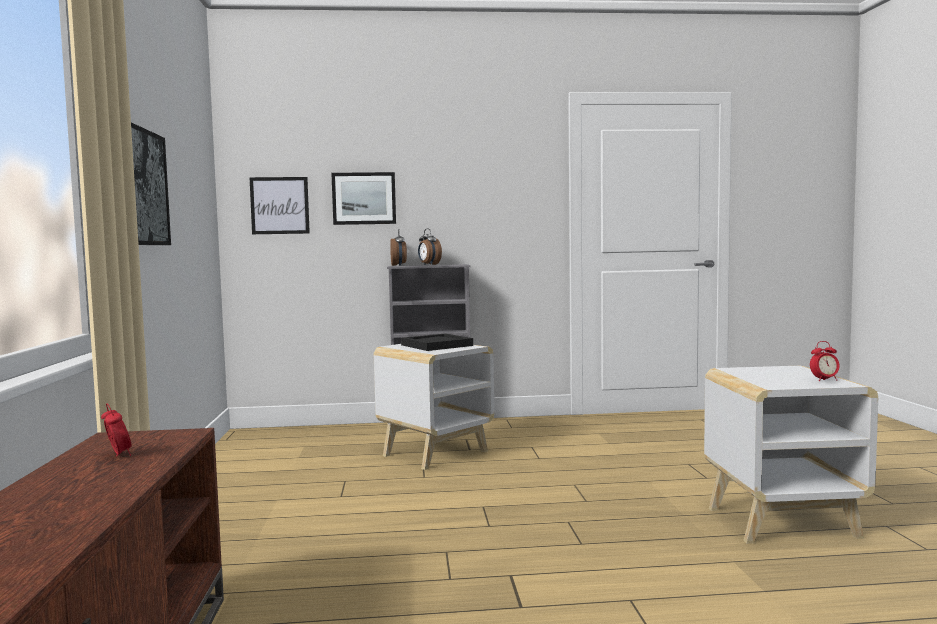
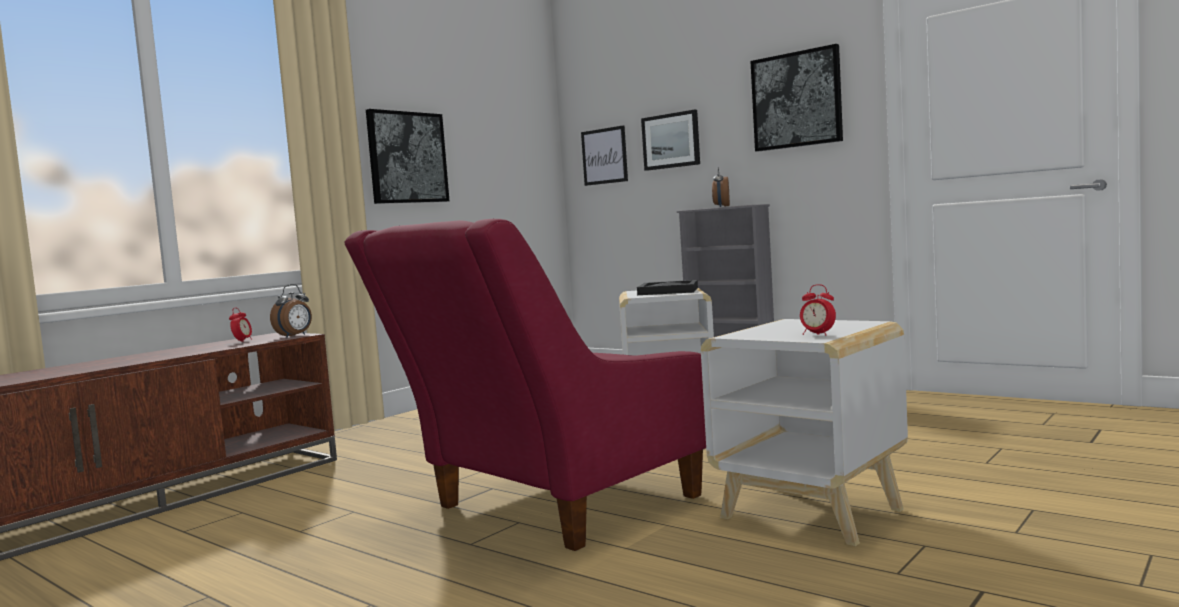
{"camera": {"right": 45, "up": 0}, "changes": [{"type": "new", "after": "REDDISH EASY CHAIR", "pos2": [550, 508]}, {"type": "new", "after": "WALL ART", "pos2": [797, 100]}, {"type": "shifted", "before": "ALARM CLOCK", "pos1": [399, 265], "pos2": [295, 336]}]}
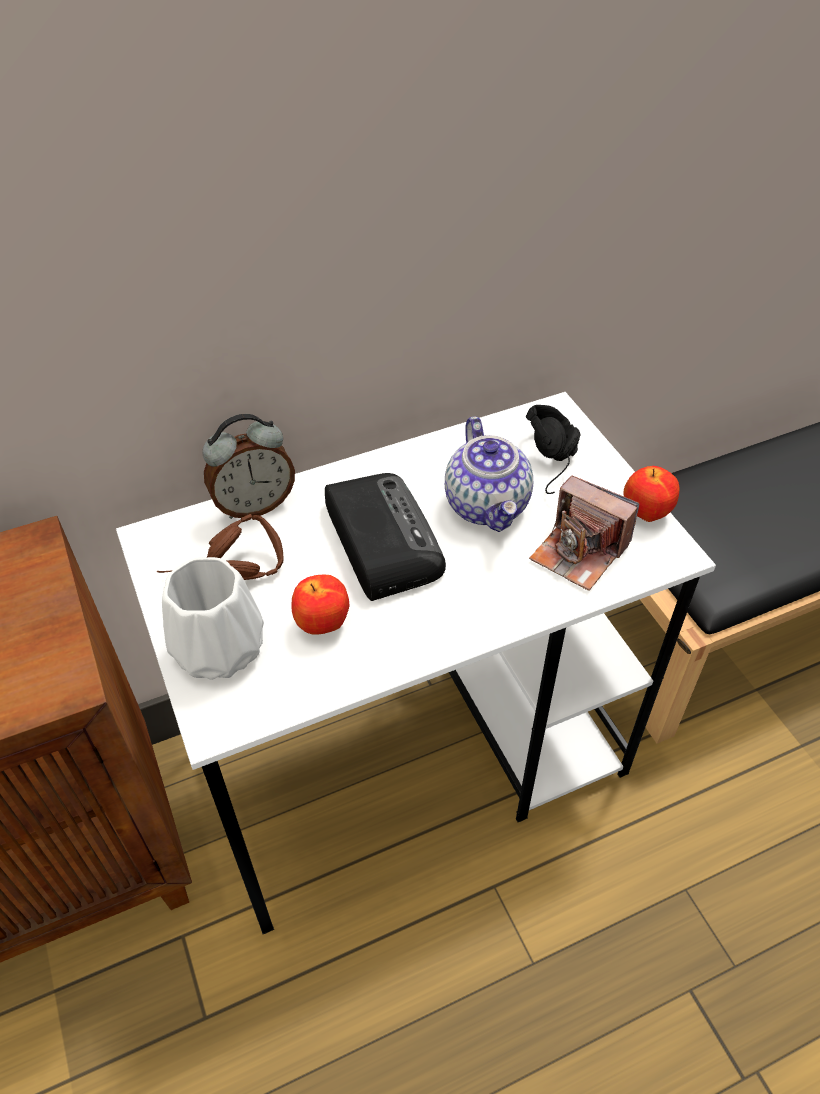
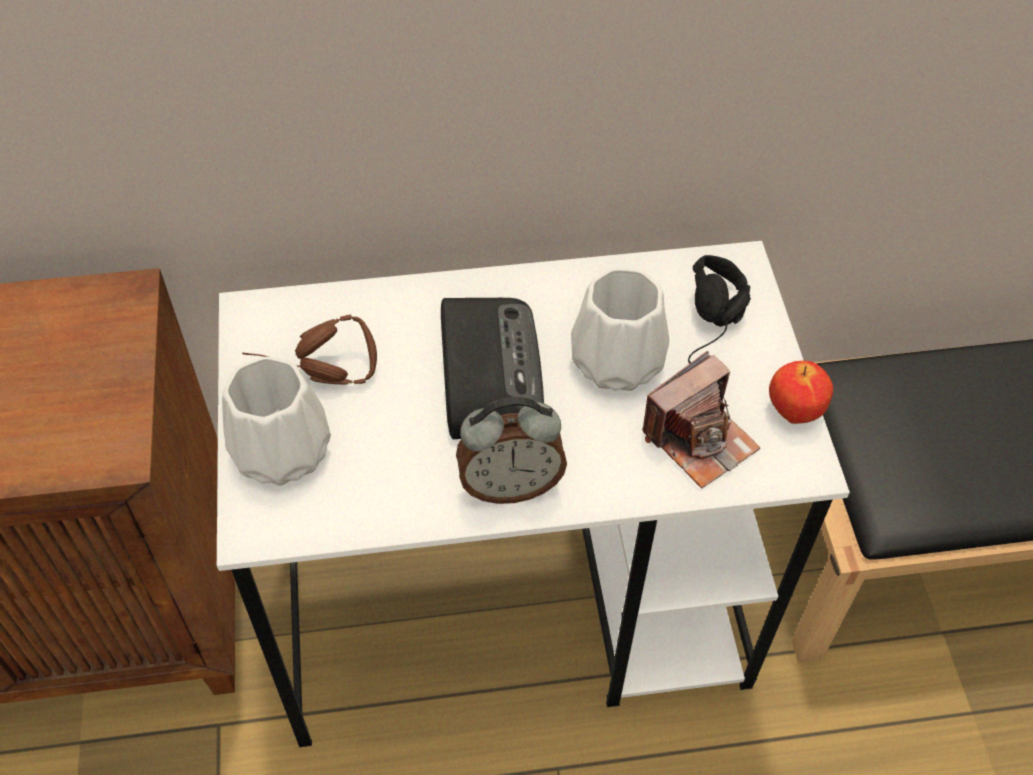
{"camera": {"right": 15, "up": 5}, "changes": [{"type": "gone", "before": "APPLE", "pos1": [322, 625]}, {"type": "shifted", "before": "ALARM CLOCK", "pos1": [254, 505], "pos2": [510, 485]}, {"type": "swapped", "before": "TEA POT", "after": "WHITE VASE", "pos1": [488, 505], "pos2": [619, 360]}, {"type": "rotated", "before": "STILL CAMERA", "pos1": [579, 552], "pos2": [699, 439], "turn": -90}]}
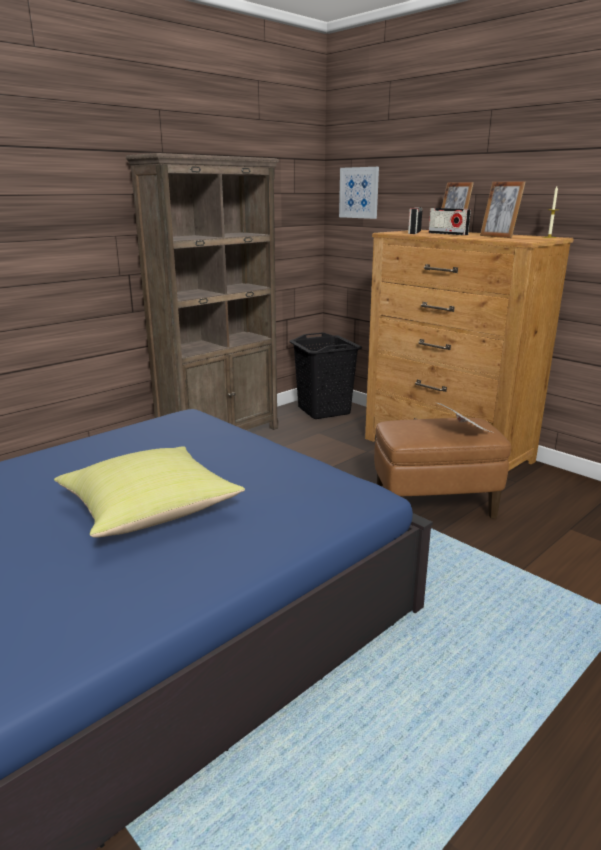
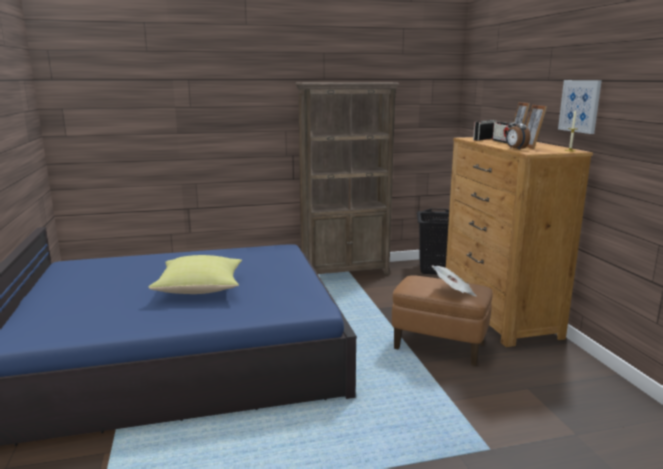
{"camera": {"right": 30, "up": -5}, "changes": [{"type": "new", "after": "ALARM CLOCK", "pos2": [515, 149]}, {"type": "shifted", "before": "WALL ART", "pos1": [359, 192], "pos2": [580, 106]}]}
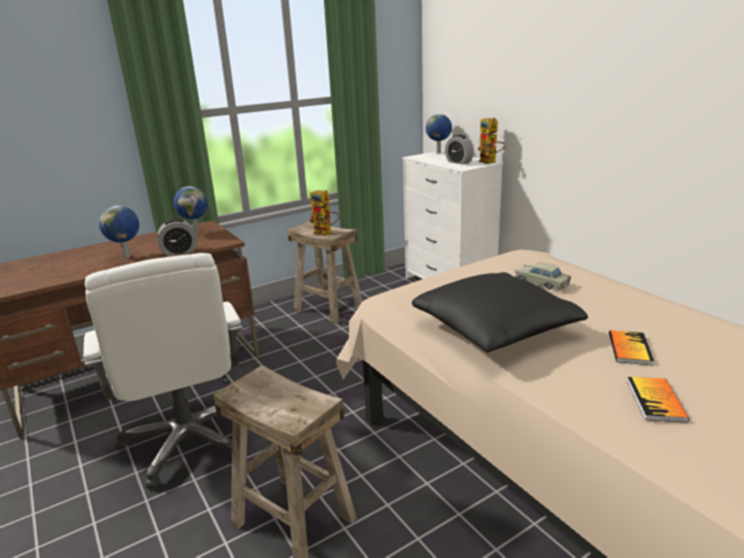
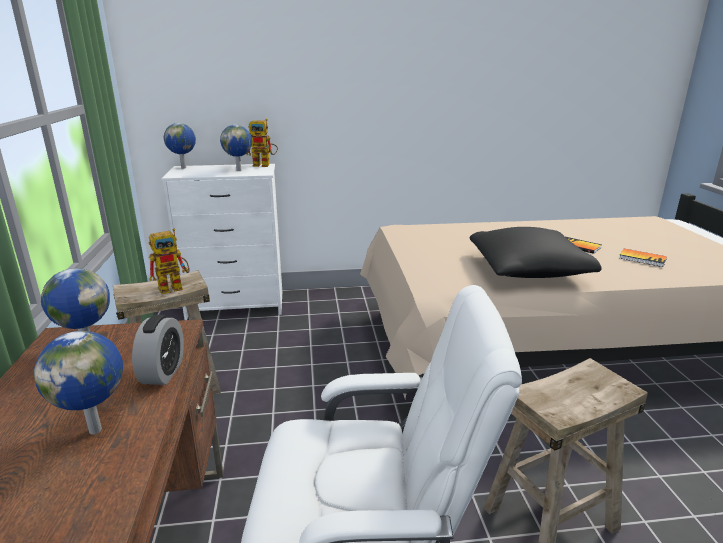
{"camera": {"right": -65, "up": 0}, "changes": [{"type": "gone", "before": "SAND-COLOURED MODEL CAR", "pos1": [541, 283]}, {"type": "swapped", "before": "ALARM CLOCK", "after": "DESK GLOBE", "pos1": [459, 162], "pos2": [239, 170]}]}
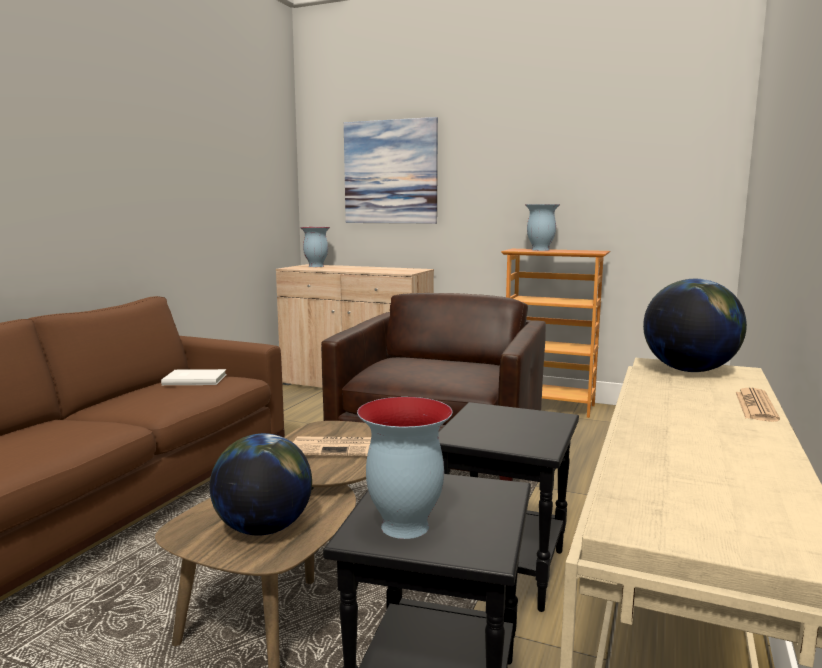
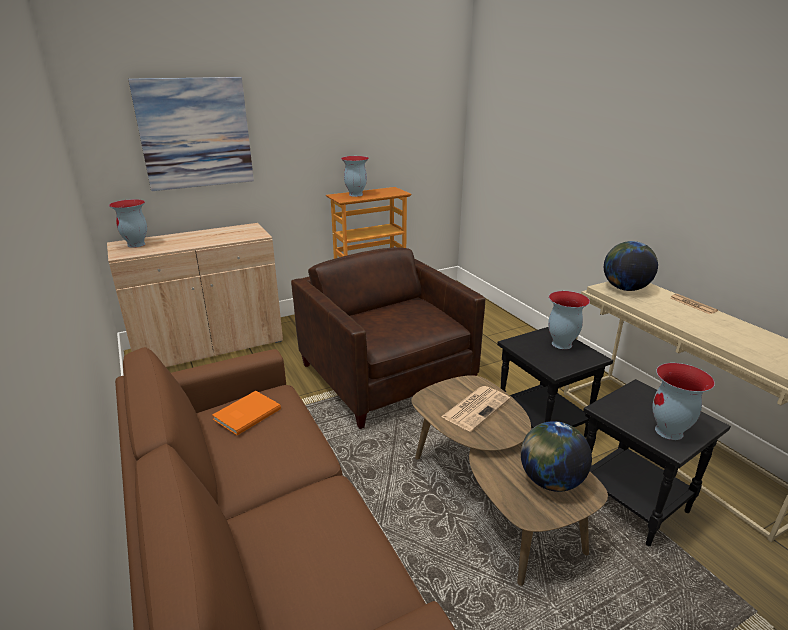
{"camera": {"right": -50, "up": 15}, "changes": [{"type": "new", "after": "VASE", "pos2": [561, 344]}, {"type": "repainted", "before": "WHITE BOUND BOOK", "after": "ORANGEY BOUND BOOK", "pos1": [194, 379], "pos2": [245, 414]}]}
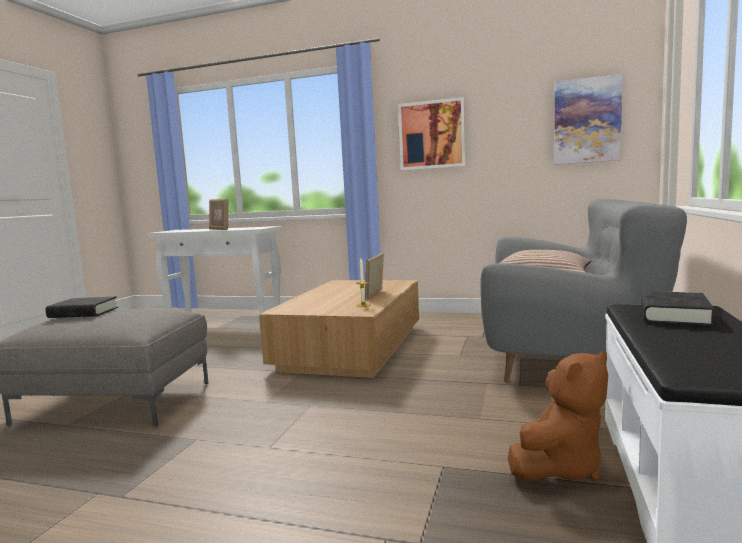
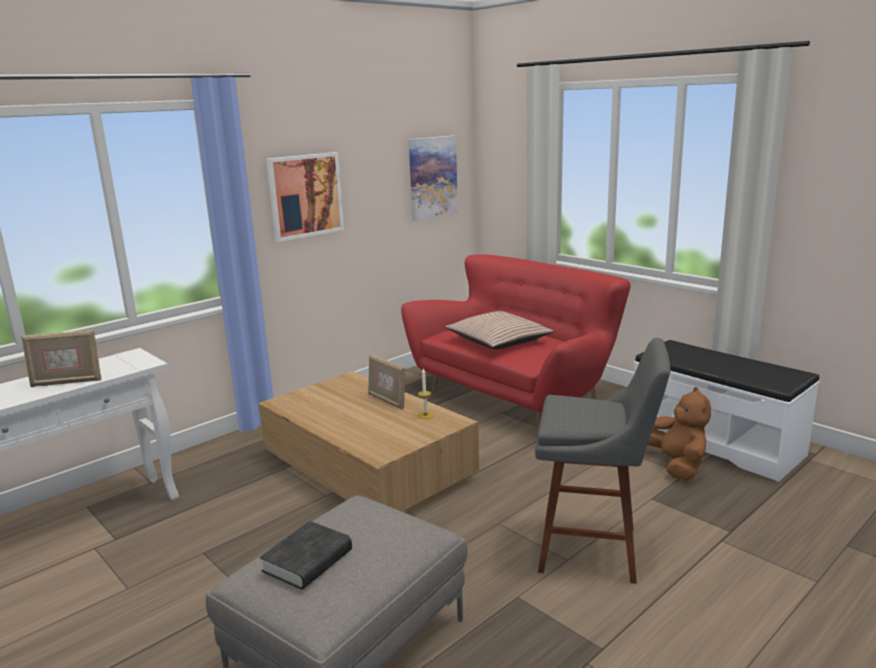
{"camera": {"right": -60, "up": 10}, "changes": [{"type": "gone", "before": "BLACK BOUND BOOK", "pos1": [673, 315]}, {"type": "new", "after": "GREY STOOL", "pos2": [595, 550]}, {"type": "repainted", "before": "GREY SOFA", "after": "REDDISH SOFA", "pos1": [569, 354], "pos2": [516, 396]}]}
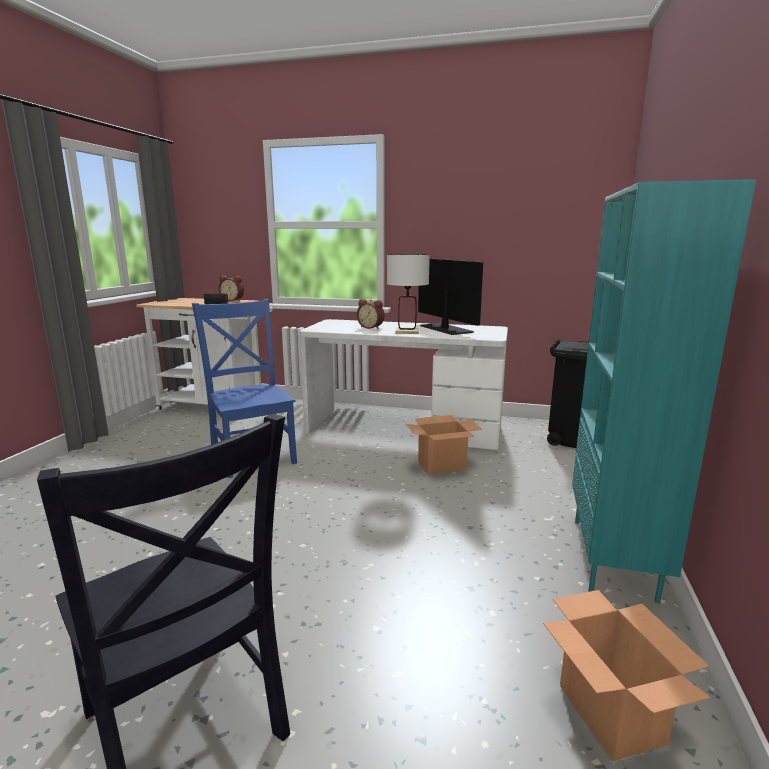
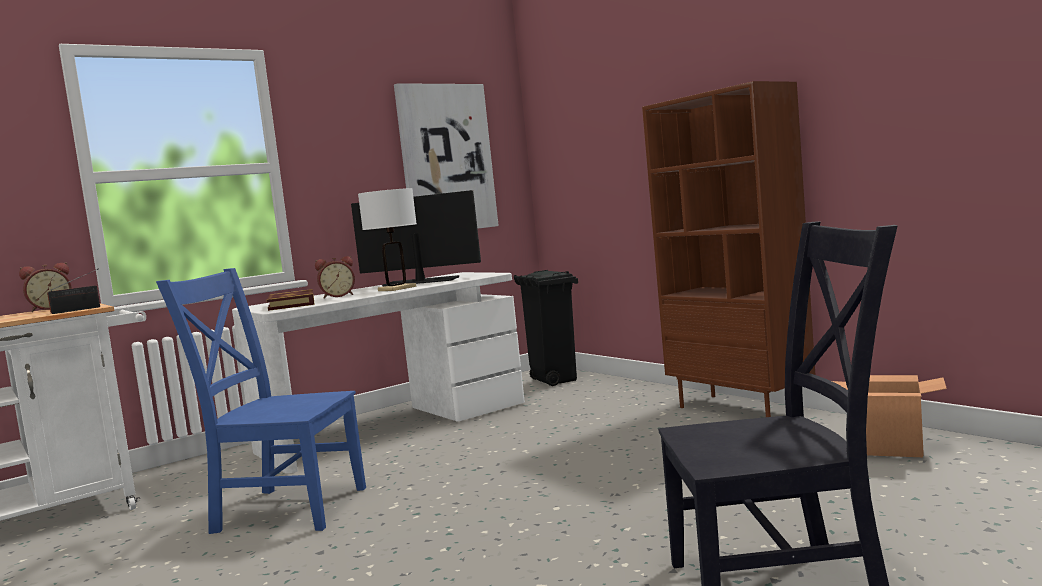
{"camera": {"right": -50, "up": -10}, "changes": [{"type": "gone", "before": "CARTON", "pos1": [442, 465]}, {"type": "new", "after": "BOUND BOOK", "pos2": [292, 304]}, {"type": "new", "after": "WALL ART", "pos2": [446, 158]}, {"type": "repainted", "before": "TURQUOISE BOOKSHELF", "after": "BROWN BOOKSHELF", "pos1": [614, 558], "pos2": [741, 409]}]}
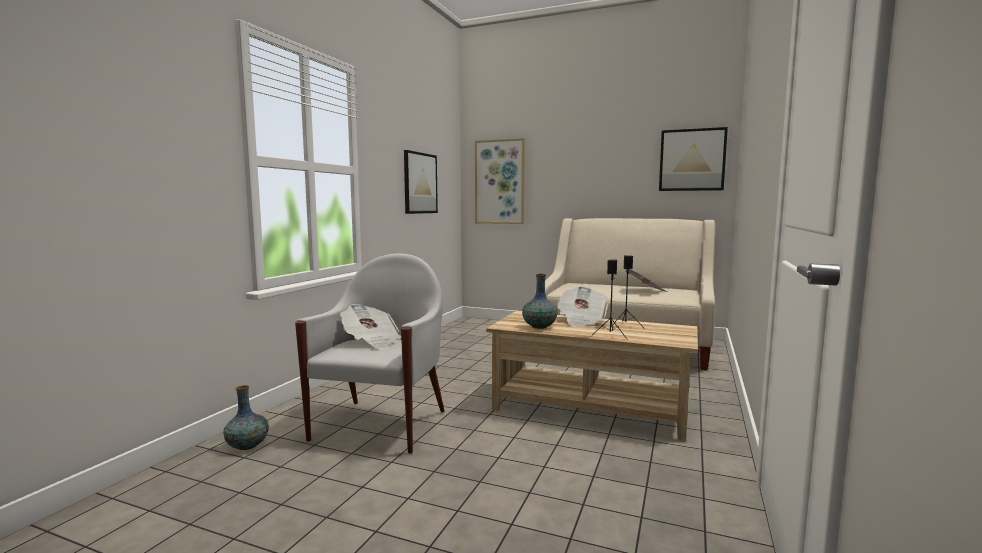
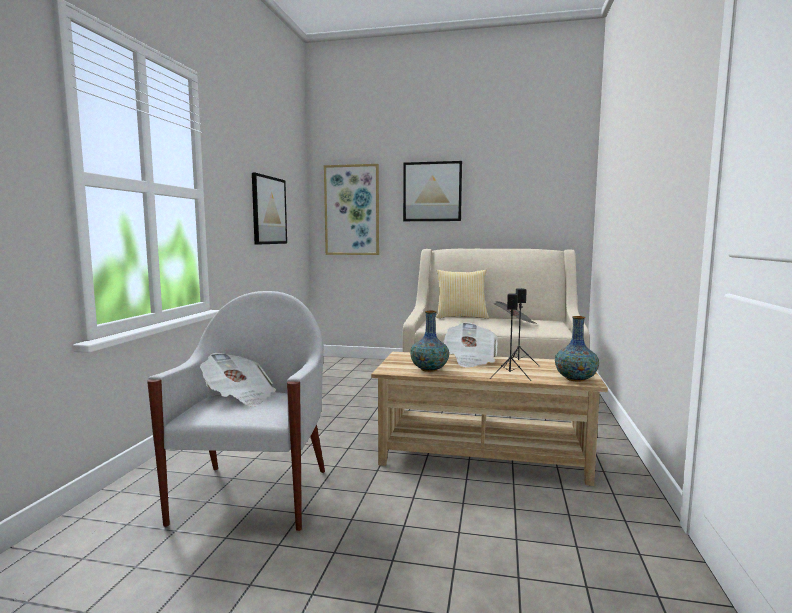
{"camera": {"right": -10, "up": 0}, "changes": [{"type": "new", "after": "PILLOW", "pos2": [461, 317]}, {"type": "shifted", "before": "VASE", "pos1": [247, 446], "pos2": [575, 379]}, {"type": "shifted", "before": "WALL ART", "pos1": [692, 160], "pos2": [432, 191]}]}
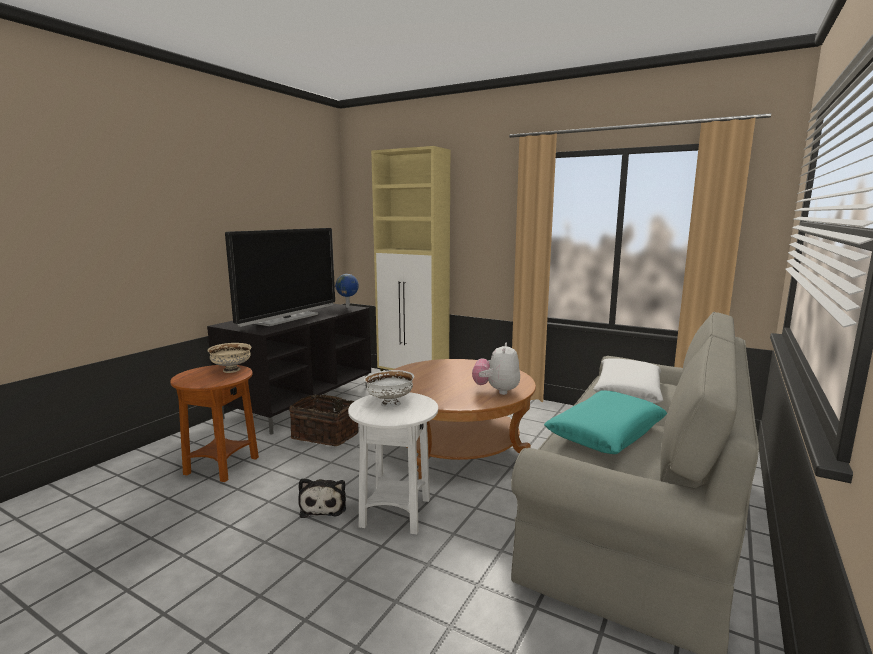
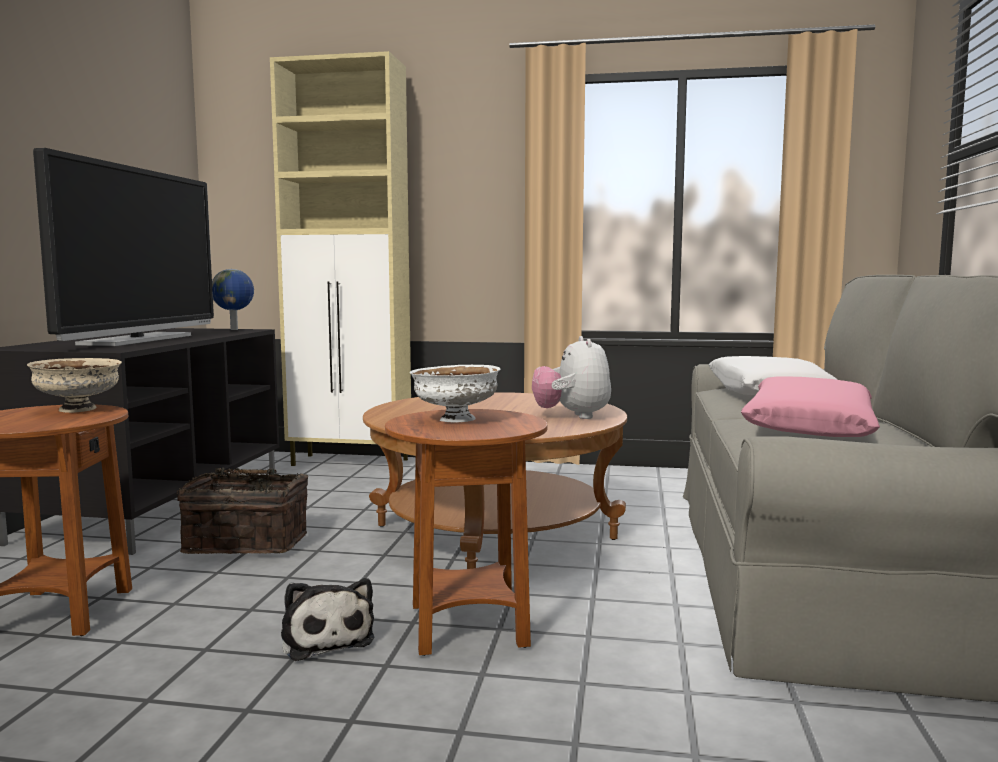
{"camera": {"right": -20, "up": -5}, "changes": [{"type": "repainted", "before": "WHITE SIDE TABLE", "after": "BROWN SIDE TABLE", "pos1": [395, 513], "pos2": [467, 626]}, {"type": "repainted", "before": "TURQUOISE PILLOW", "after": "PINK PILLOW", "pos1": [606, 433], "pos2": [808, 427]}]}
